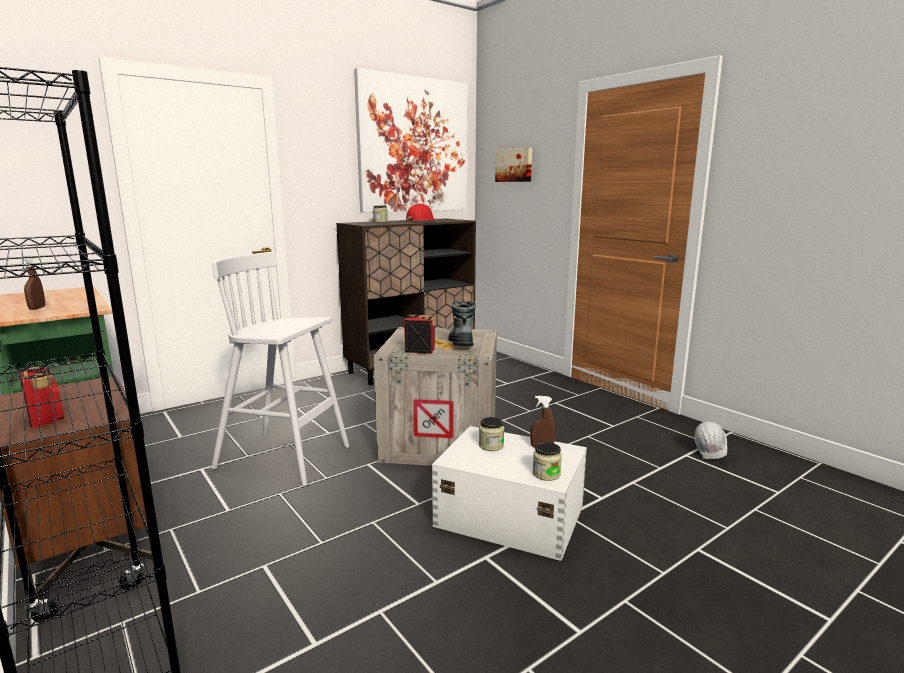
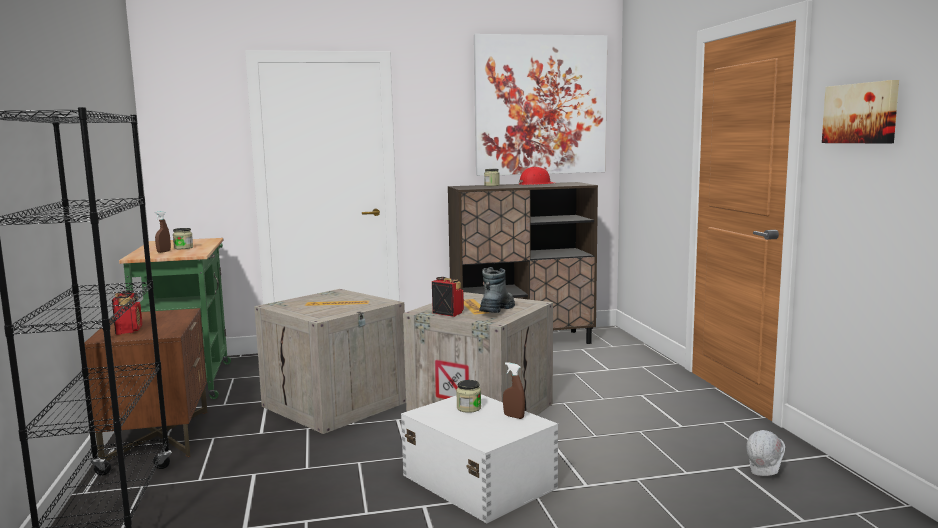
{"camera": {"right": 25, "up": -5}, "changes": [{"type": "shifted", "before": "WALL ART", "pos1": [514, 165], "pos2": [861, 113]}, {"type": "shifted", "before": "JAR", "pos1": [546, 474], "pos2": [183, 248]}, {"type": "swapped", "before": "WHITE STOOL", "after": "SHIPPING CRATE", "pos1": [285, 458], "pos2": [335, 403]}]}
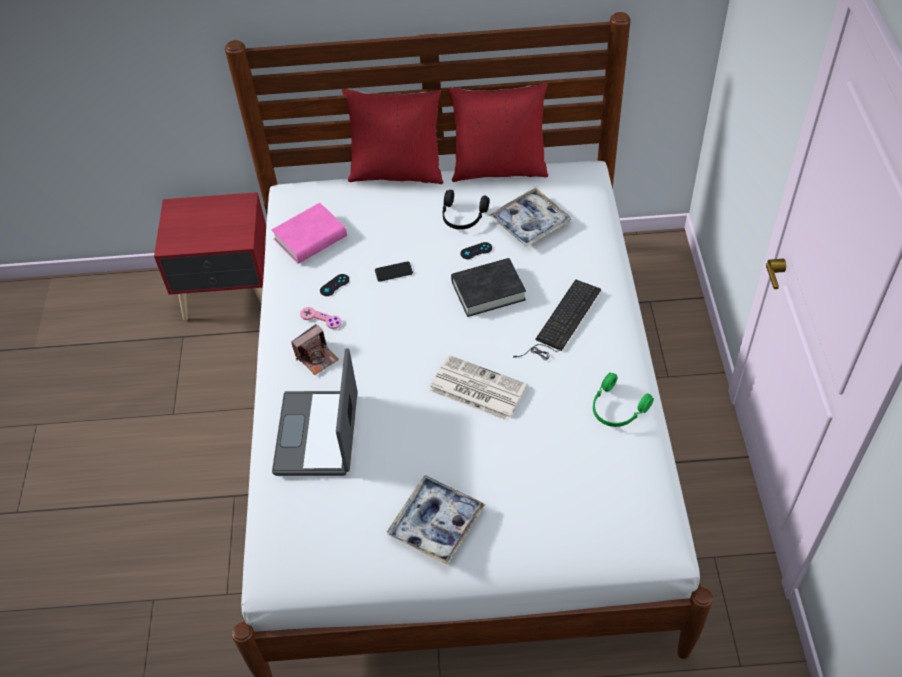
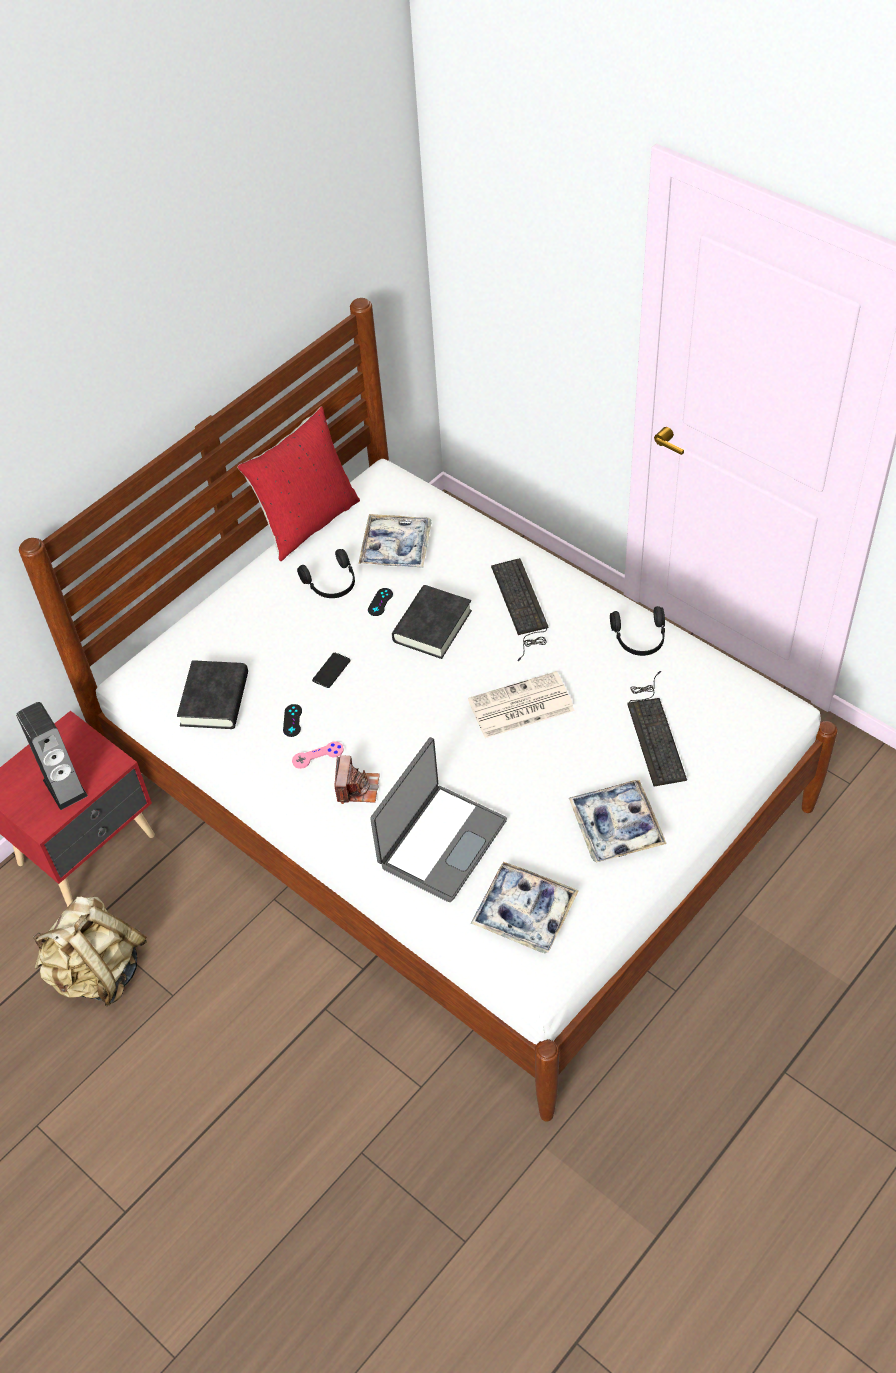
{"camera": {"right": -45, "up": 0}, "changes": [{"type": "gone", "before": "REDDISH PILLOW", "pos1": [397, 172]}, {"type": "new", "after": "SPEAKER", "pos2": [65, 788]}, {"type": "new", "after": "SAND-COLOURED KNAPSACK", "pos2": [98, 972]}, {"type": "new", "after": "TRAY", "pos2": [524, 913]}, {"type": "new", "after": "KEYBOARD", "pos2": [655, 730]}, {"type": "repainted", "before": "PINK BOUND BOOK", "after": "BLACK BOUND BOOK", "pos1": [310, 238], "pos2": [215, 699]}, {"type": "repainted", "before": "GREENISH HEADSET", "after": "BLACK HEADSET", "pos1": [617, 409], "pos2": [639, 639]}, {"type": "rotated", "before": "LAPTOP", "pos1": [319, 434], "pos2": [440, 842], "turn": -105}]}
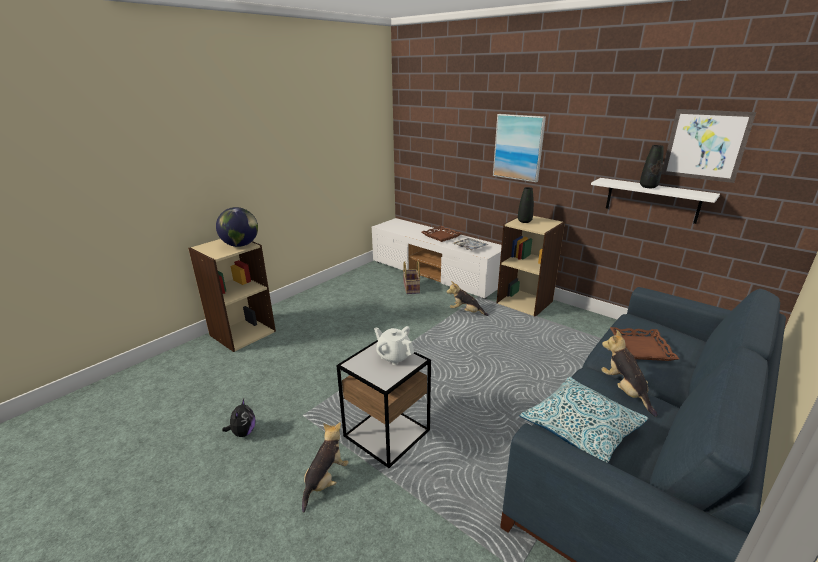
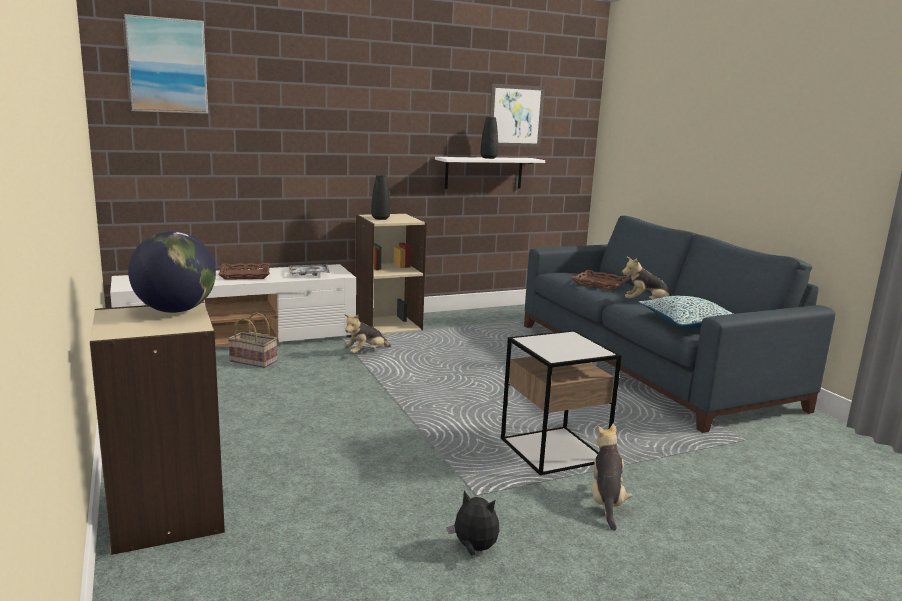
{"camera": {"right": -65, "up": -10}, "changes": [{"type": "gone", "before": "WHITE TEA POT", "pos1": [394, 356]}, {"type": "shifted", "before": "WALL ART", "pos1": [518, 147], "pos2": [167, 66]}, {"type": "rotated", "before": "PLUSH TOY", "pos1": [325, 480], "pos2": [606, 502], "turn": 45}]}
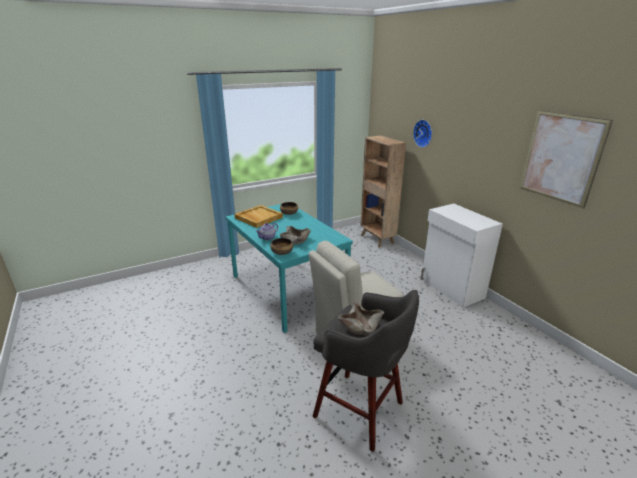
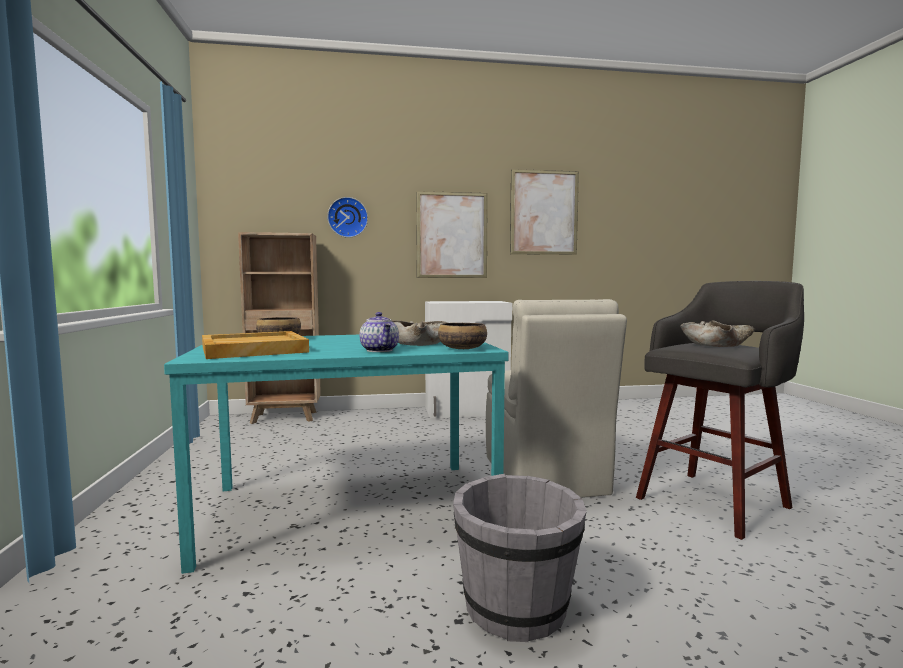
{"camera": {"right": -70, "up": -20}, "changes": [{"type": "new", "after": "WALL ART", "pos2": [452, 235]}, {"type": "new", "after": "GREY PAIL", "pos2": [516, 608]}]}
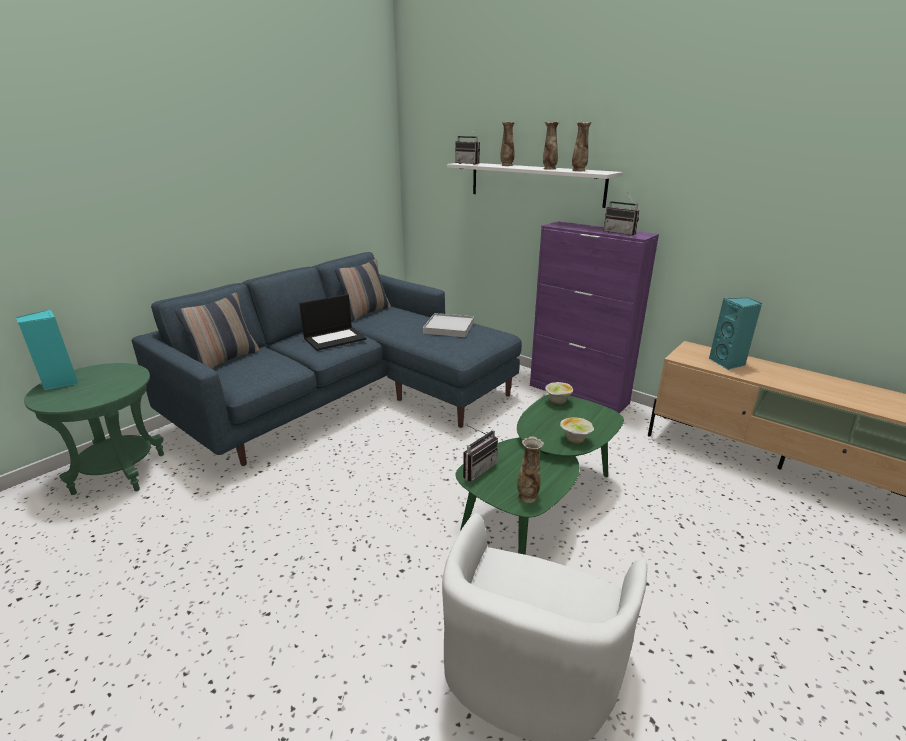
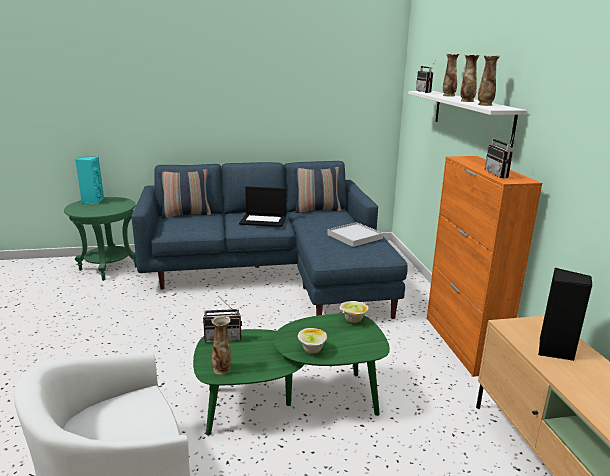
{"camera": {"right": 40, "up": -5}, "changes": [{"type": "repainted", "before": "PURPLE CUPBOARD", "after": "ORANGEY CUPBOARD", "pos1": [578, 394], "pos2": [462, 343]}, {"type": "repainted", "before": "TURQUOISE SPEAKER", "after": "BLACK SPEAKER", "pos1": [728, 363], "pos2": [555, 351]}]}
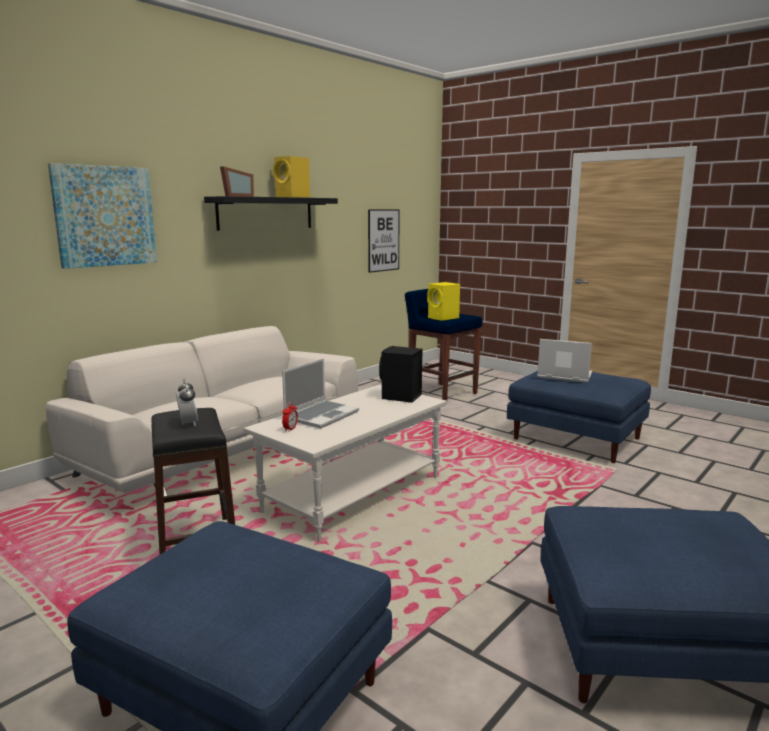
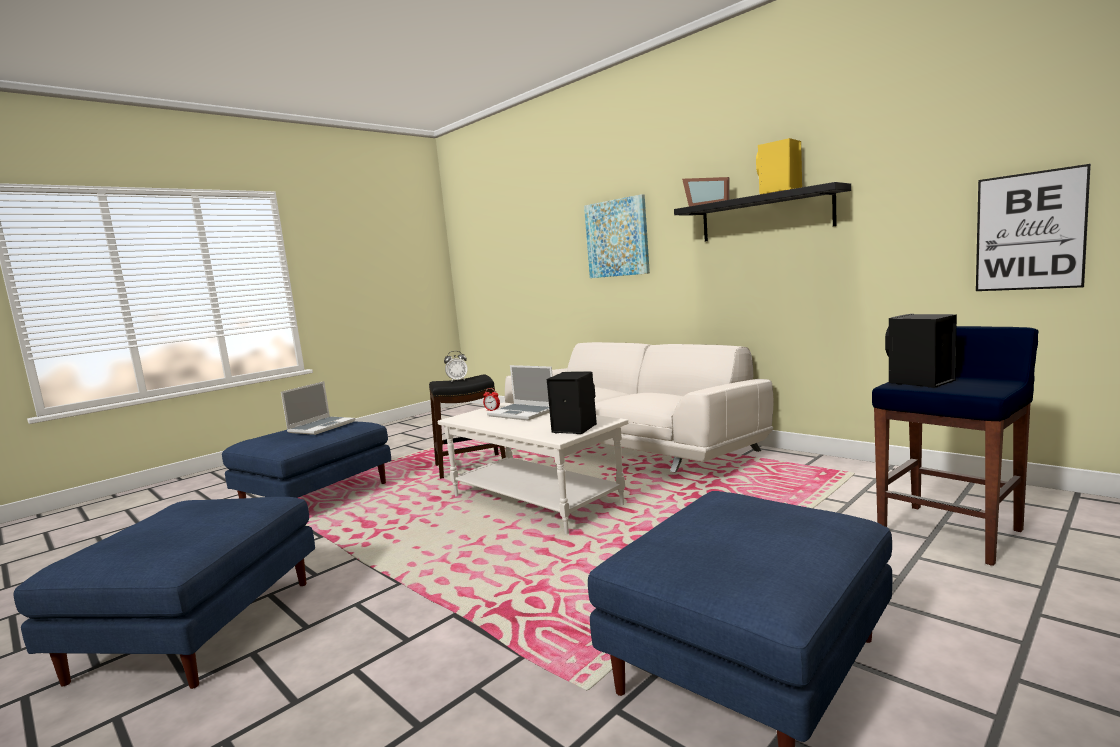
{"camera": {"right": 95, "up": -5}, "changes": [{"type": "shifted", "before": "LAPTOP", "pos1": [563, 376], "pos2": [322, 427]}, {"type": "repainted", "before": "YELLOW-COLOURED SPEAKER", "after": "BLACK SPEAKER", "pos1": [443, 318], "pos2": [919, 382]}]}
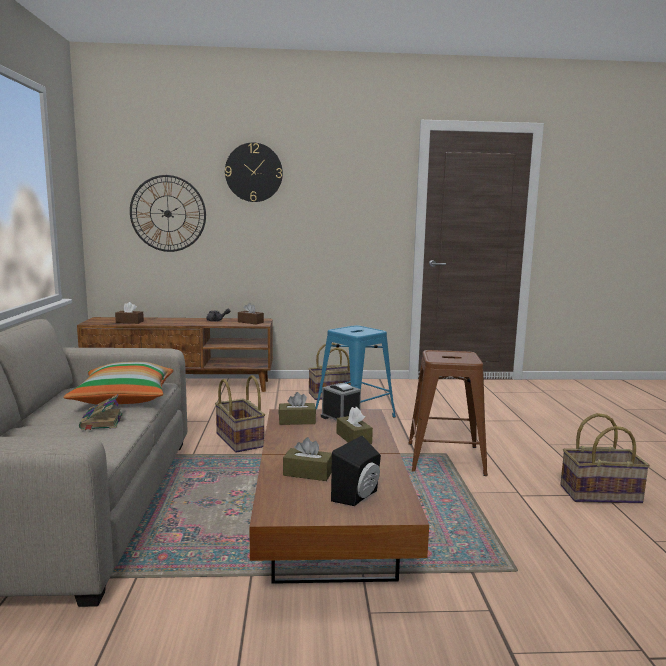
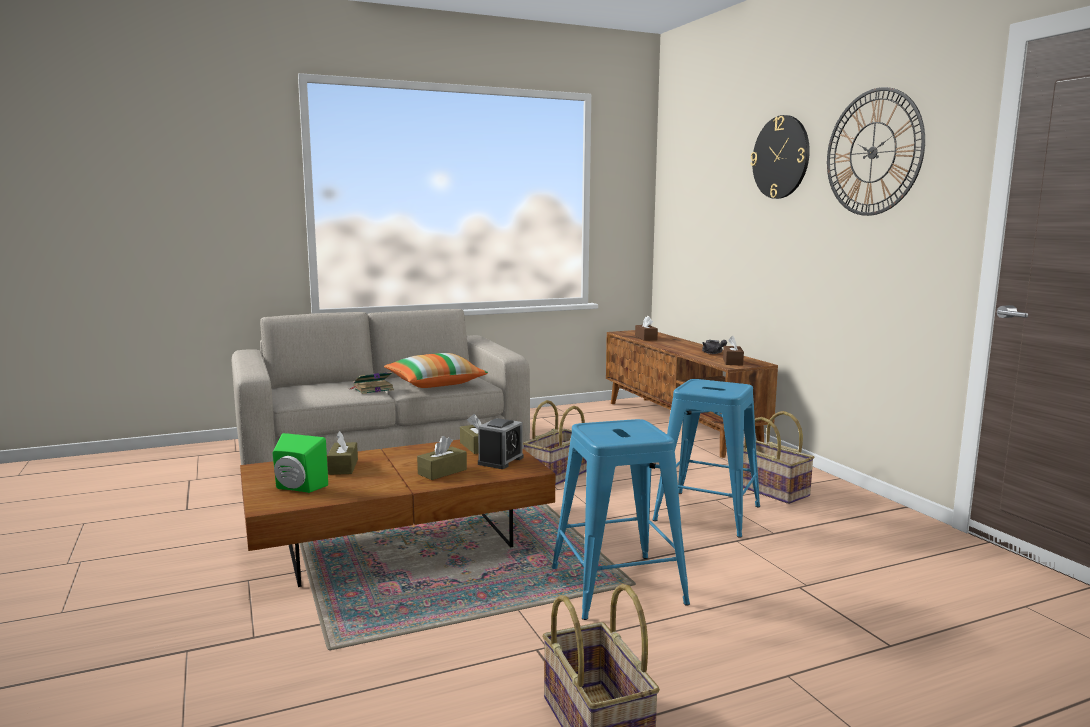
{"camera": {"right": 70, "up": 0}, "changes": [{"type": "shifted", "before": "WALL CLOCK", "pos1": [168, 213], "pos2": [873, 152]}, {"type": "repainted", "before": "BLACK SPEAKER", "after": "GREENISH SPEAKER", "pos1": [359, 496], "pos2": [297, 488]}, {"type": "repainted", "before": "BROWN STOOL", "after": "BLUISH STOOL", "pos1": [445, 459], "pos2": [616, 585]}]}
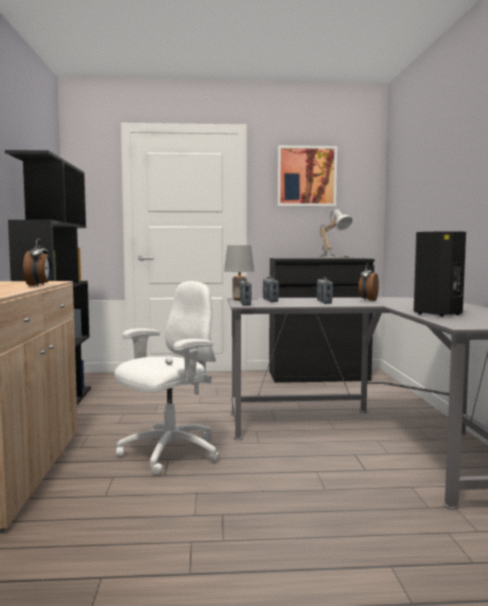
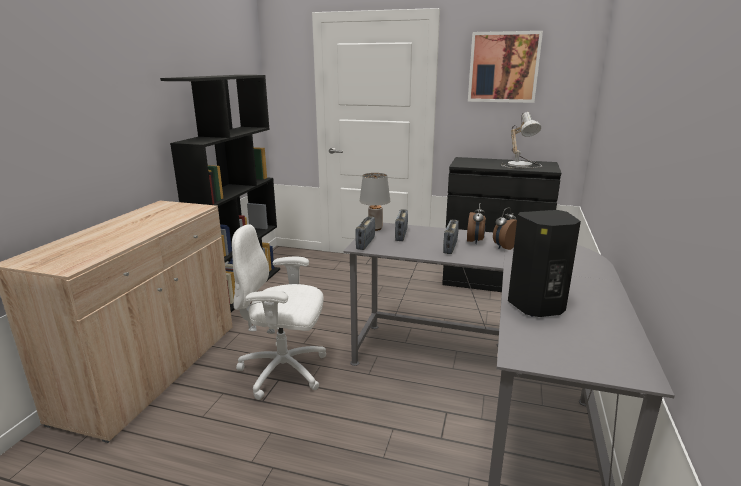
{"camera": {"right": 20, "up": 15}, "changes": [{"type": "shifted", "before": "ALARM CLOCK", "pos1": [39, 285], "pos2": [475, 241]}, {"type": "rotated", "before": "WHITE COMPUTER CHAIR", "pos1": [169, 453], "pos2": [285, 371], "turn": -150}]}
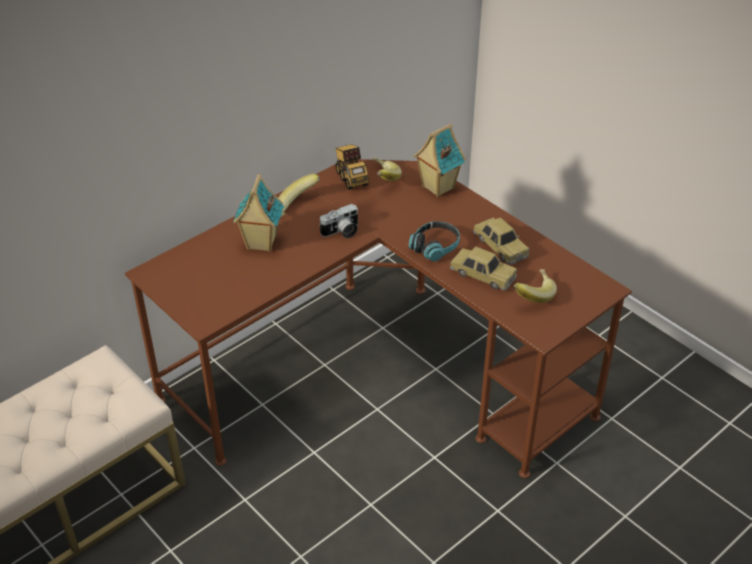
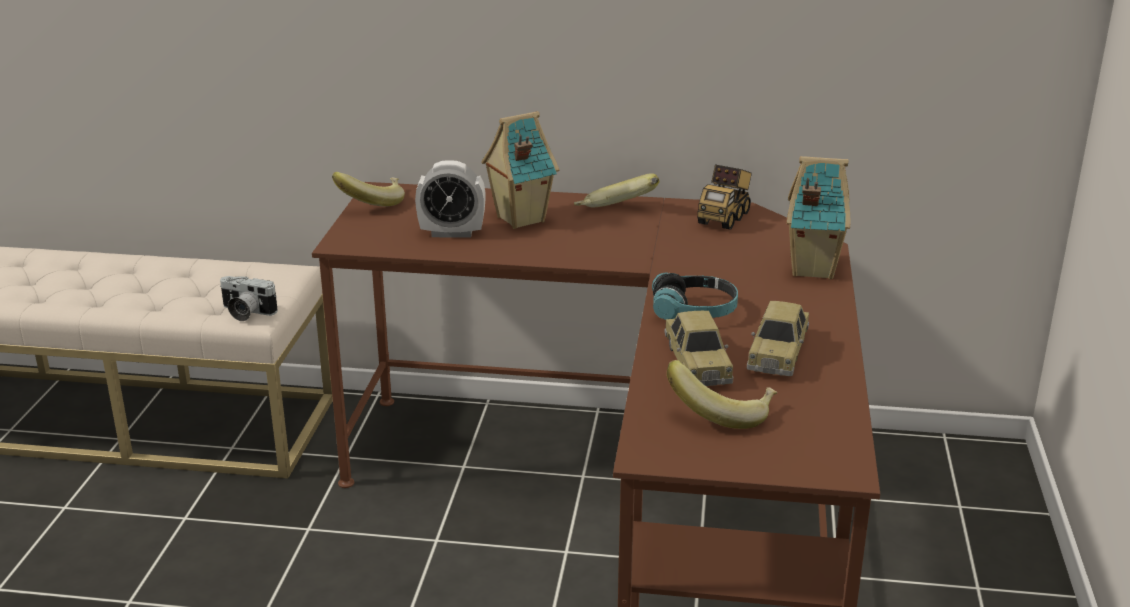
{"camera": {"right": 50, "up": -15}, "changes": [{"type": "new", "after": "ALARM CLOCK", "pos2": [452, 233]}, {"type": "shifted", "before": "STILL CAMERA", "pos1": [341, 232], "pos2": [246, 313]}, {"type": "shifted", "before": "BANANA", "pos1": [382, 179], "pos2": [371, 203]}]}
